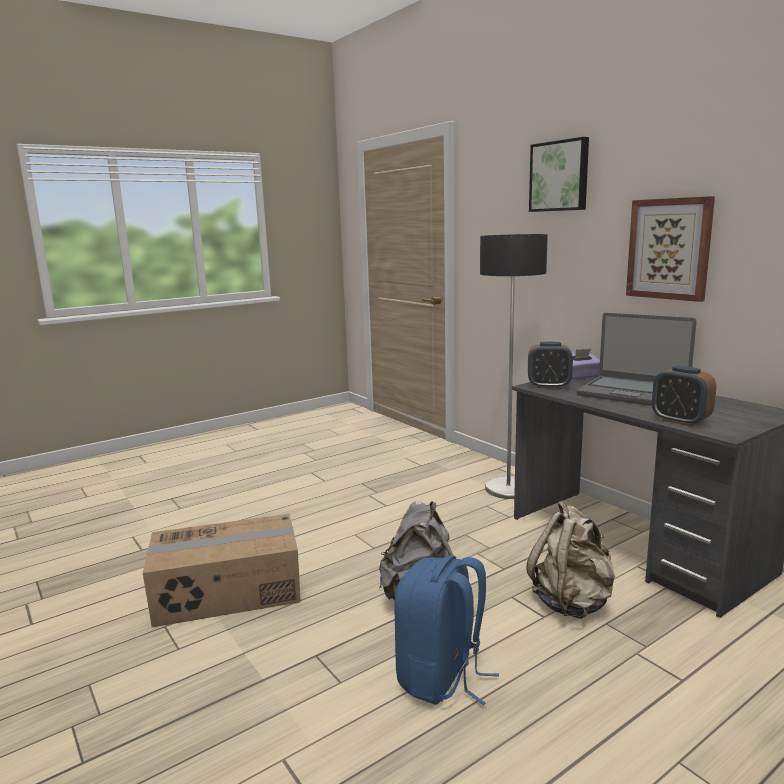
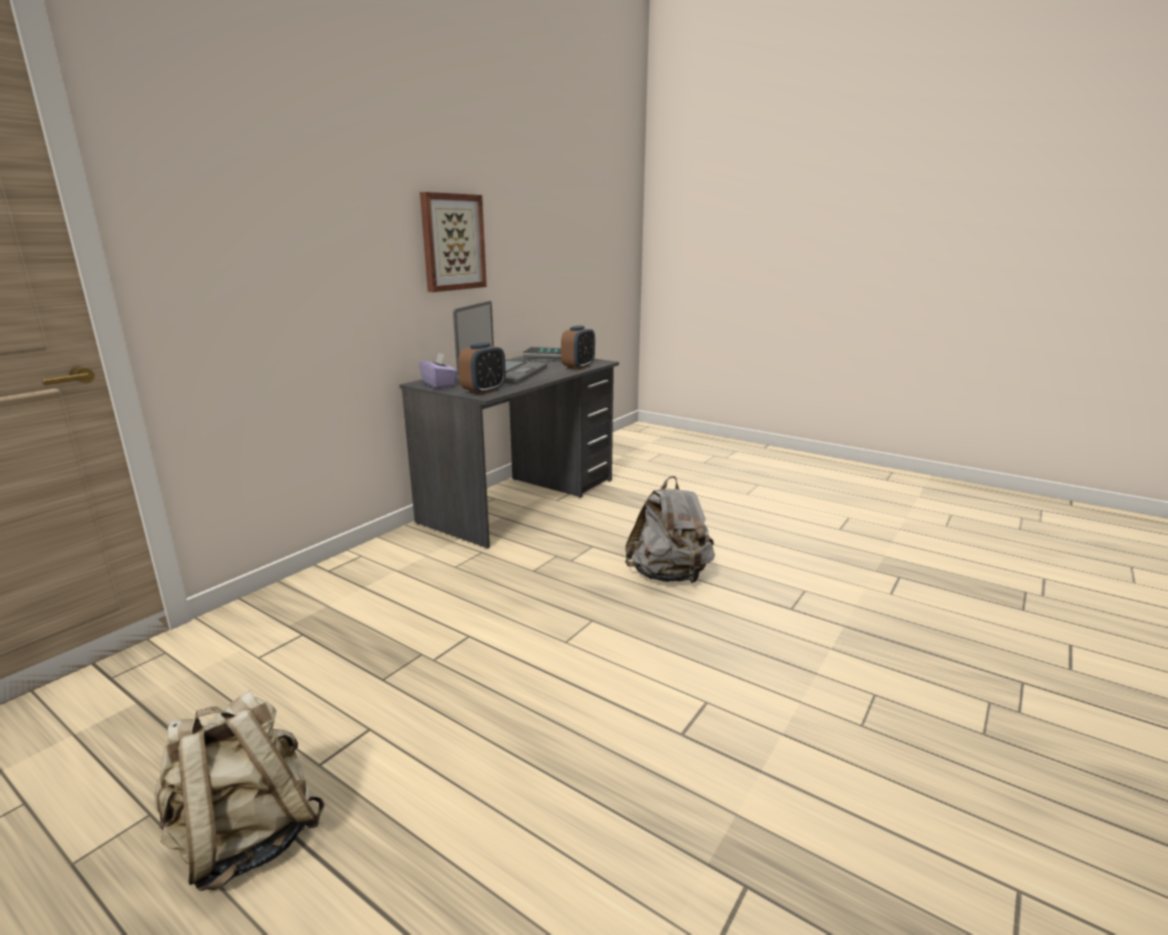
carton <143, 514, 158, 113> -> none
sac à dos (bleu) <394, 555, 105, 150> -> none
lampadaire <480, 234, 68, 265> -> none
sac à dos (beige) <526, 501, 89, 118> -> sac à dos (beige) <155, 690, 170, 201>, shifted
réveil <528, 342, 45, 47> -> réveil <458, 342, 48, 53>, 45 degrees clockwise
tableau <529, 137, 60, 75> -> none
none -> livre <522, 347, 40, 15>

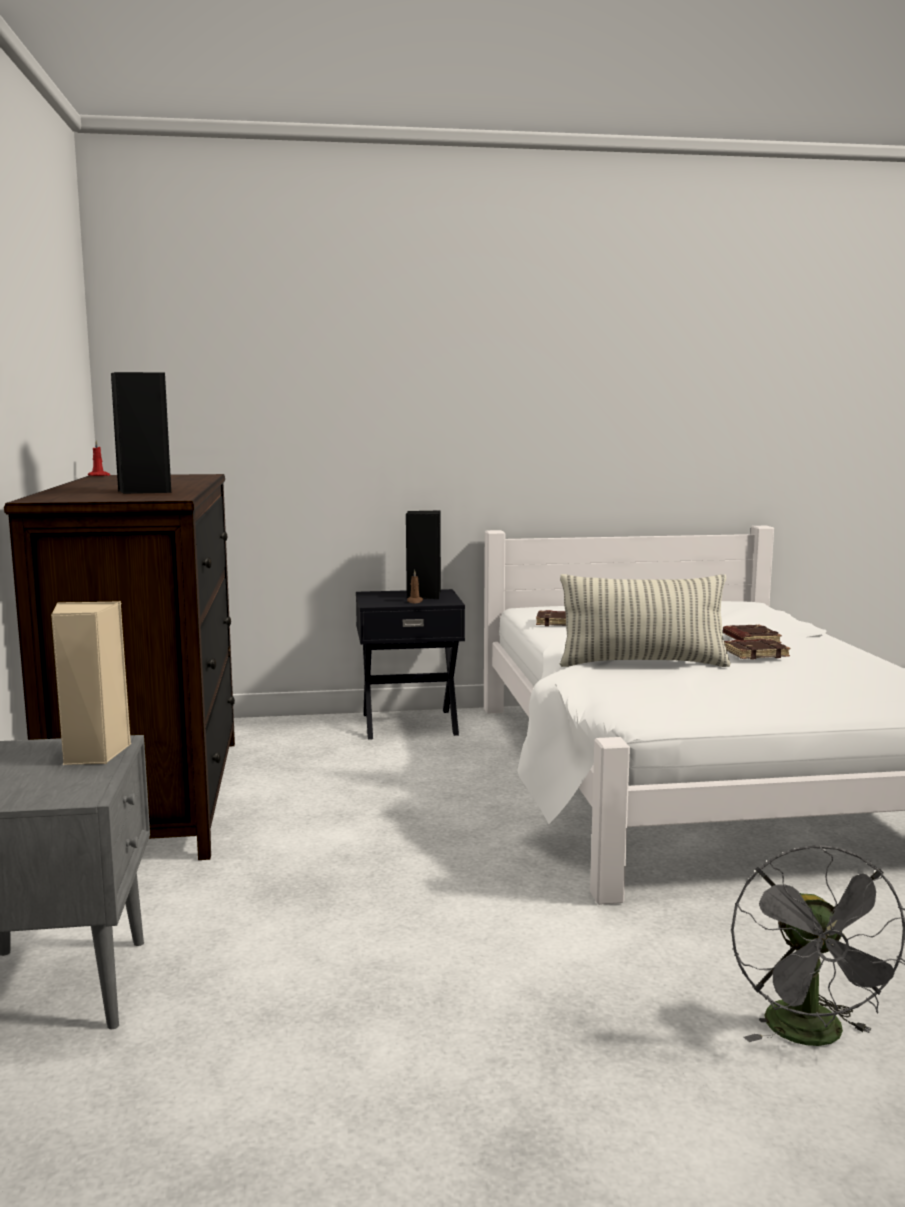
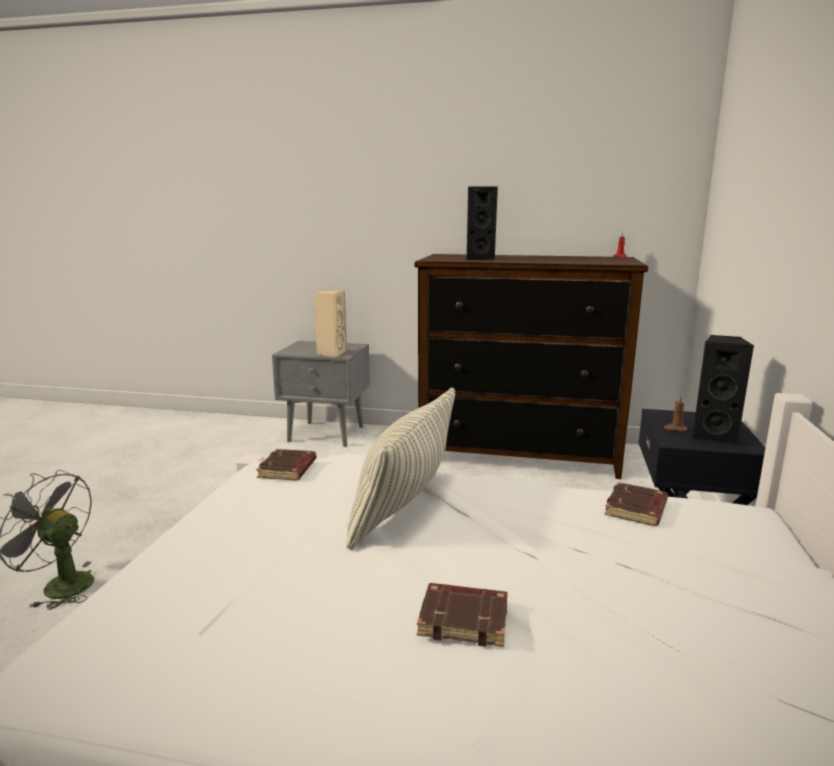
livre (marron) <724, 639, 66, 21> -> livre (marron) <256, 449, 60, 31>, shifted

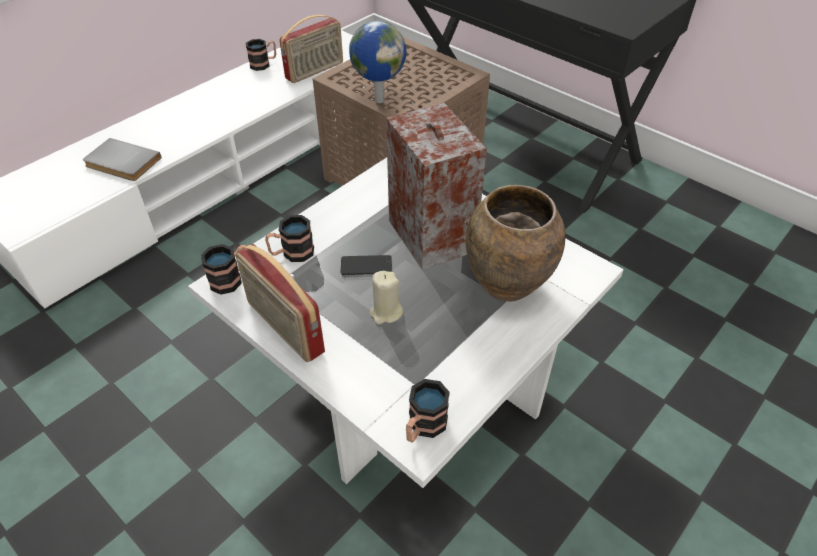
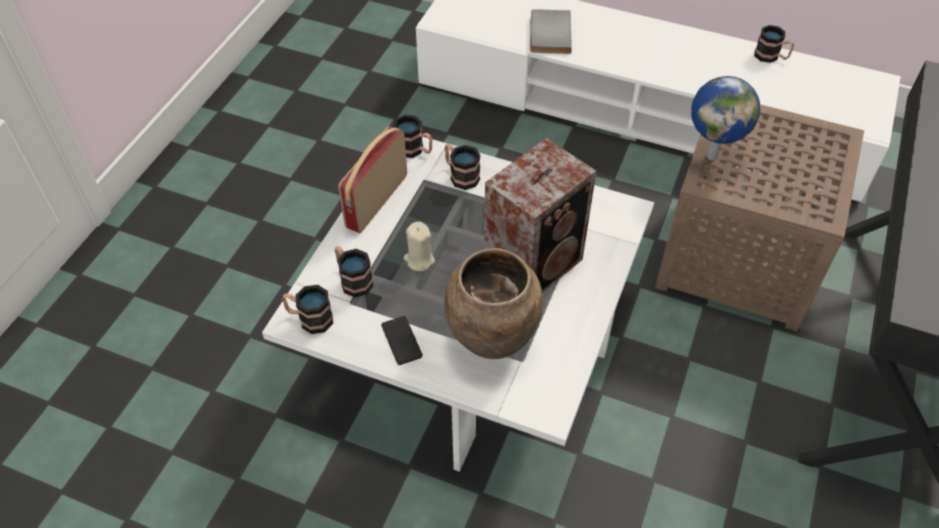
radio <279, 15, 64, 68> -> none
téléphone <341, 255, 51, 20> -> téléphone <381, 316, 42, 49>, shifted
none -> mug <335, 246, 39, 52>

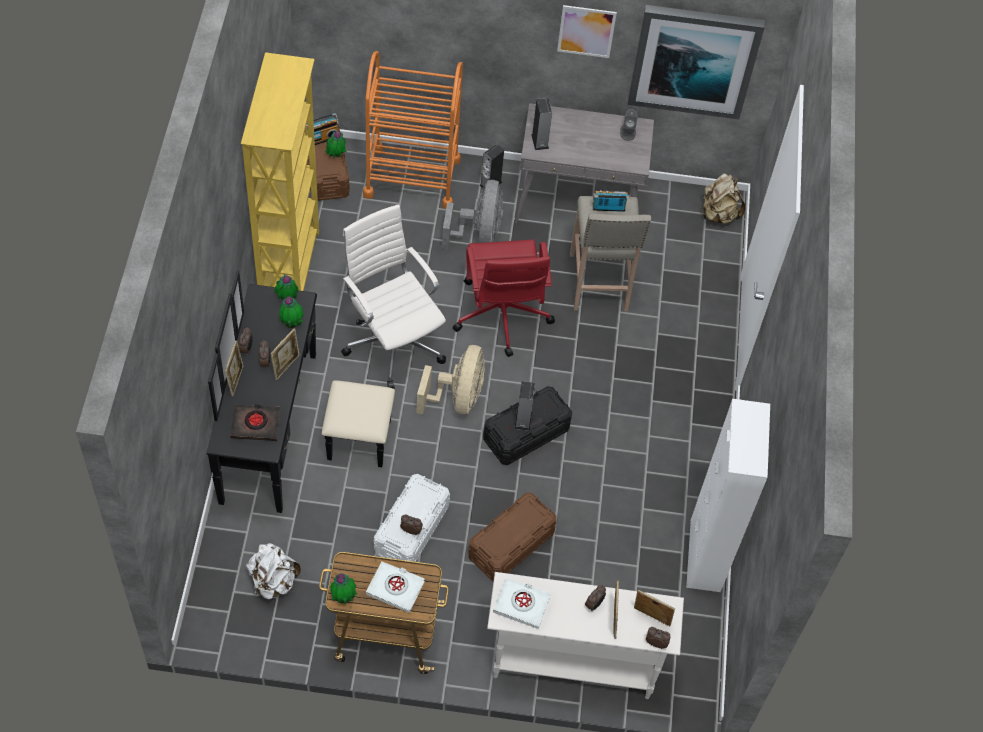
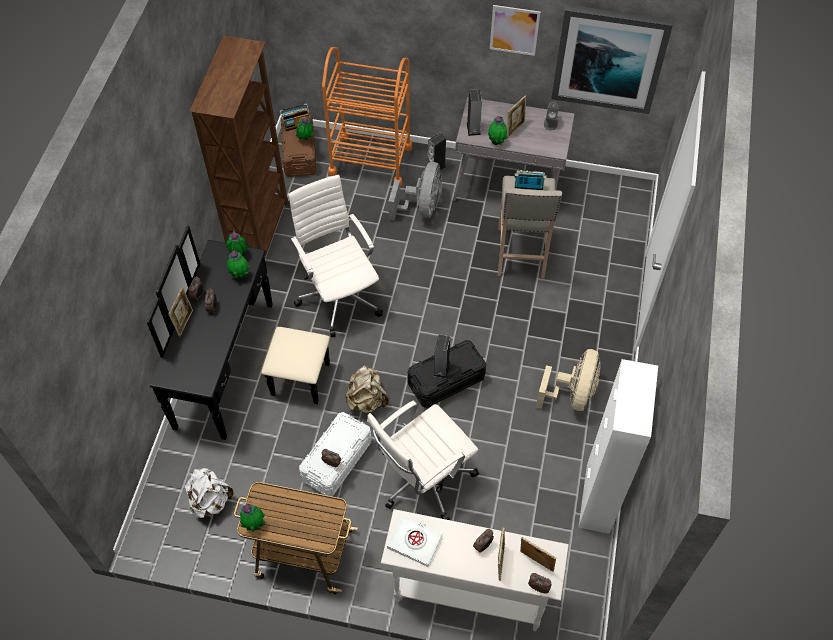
livre (noir) <231, 404, 49, 37> -> none
bibliothèque (jaune) <241, 52, 78, 239> -> bibliothèque (marron) <189, 36, 99, 222>
cadre photo <271, 328, 29, 52> -> cadre photo <507, 95, 19, 43>, shifted
livre (blanc) <366, 561, 59, 52> -> none
ventilateur (beige) <416, 345, 69, 69> -> ventilateur (beige) <536, 349, 64, 62>, shifted
chaise de bureau (rouge) <453, 239, 102, 118> -> none
boîte de rangement (marron) <468, 492, 89, 90> -> chaise de bureau (blanc) <367, 400, 112, 120>
sac à dos (beige) <701, 173, 45, 51> -> sac à dos (beige) <346, 365, 42, 49>, shifted
none -> plante en pot <488, 116, 19, 29>

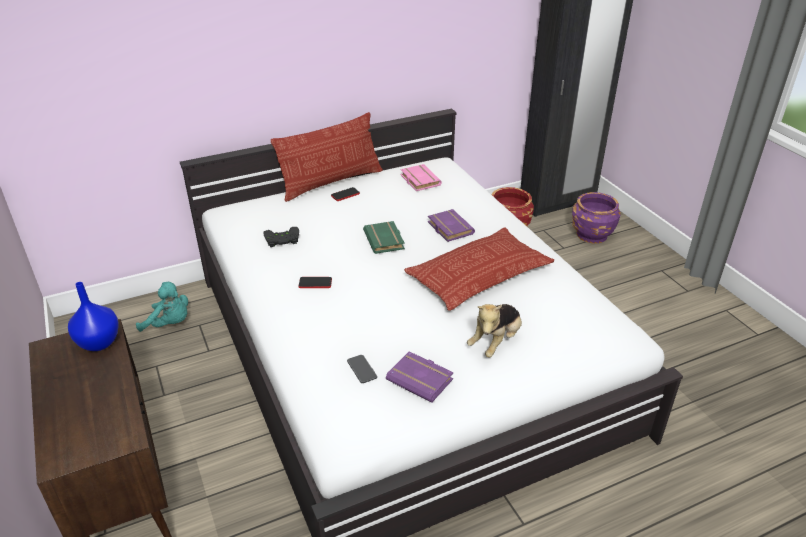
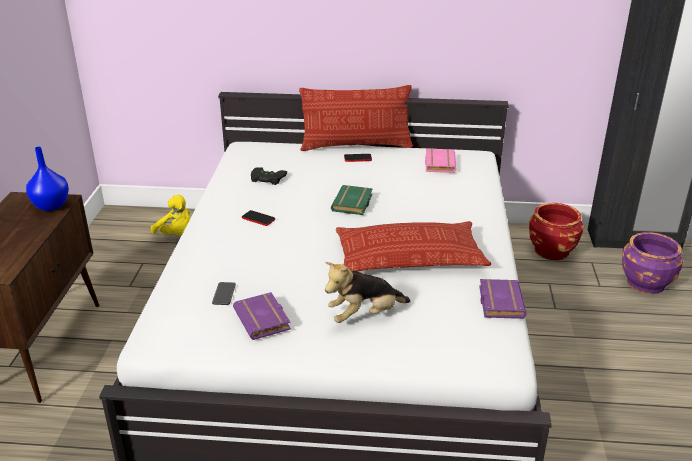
peluche (turquoise) <136, 282, 52, 50> -> peluche (jaune) <151, 195, 40, 40>
livre (violet) <428, 209, 47, 33> -> livre (violet) <479, 279, 48, 40>, shifted

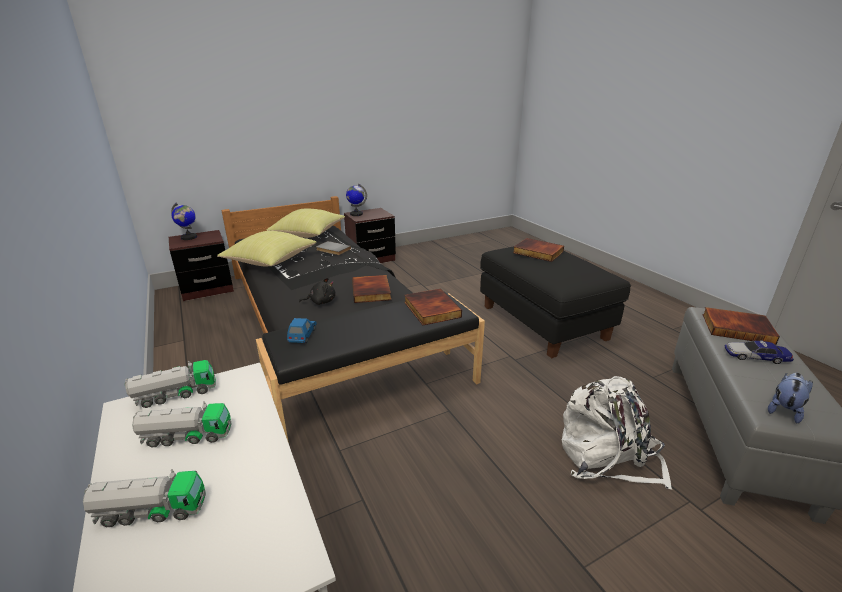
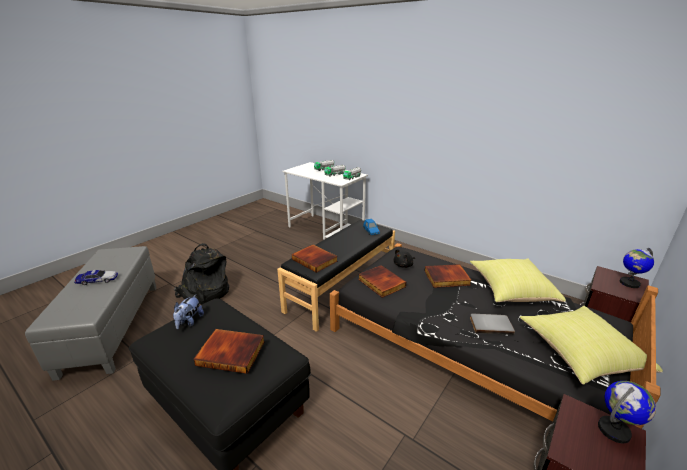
sac à dos (blanc) <561, 376, 111, 114> -> sac à dos (noir) <174, 243, 55, 61>
livre <702, 307, 78, 38> -> livre <425, 264, 46, 24>, shifted
peluche <768, 373, 45, 50> -> peluche <173, 294, 31, 36>, shifted

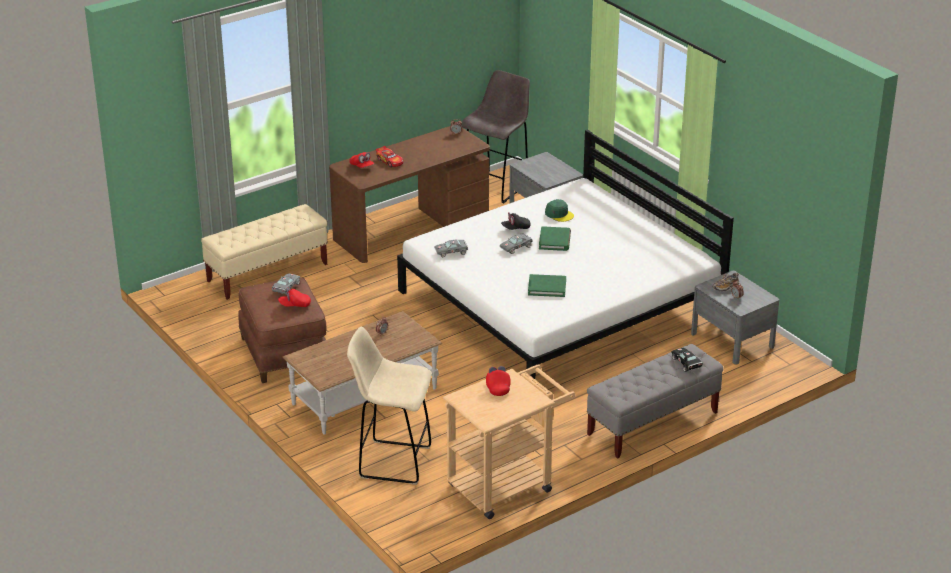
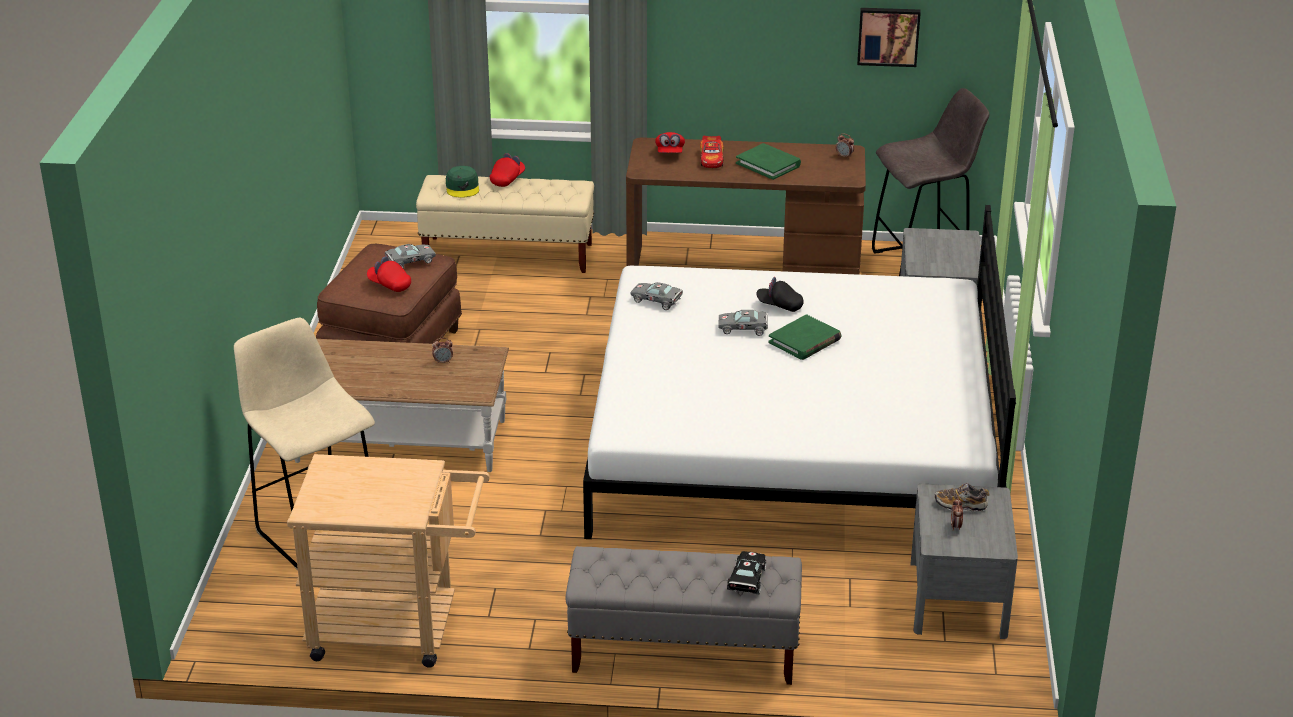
casquette (rouge) <486, 366, 25, 30> -> casquette (rouge) <490, 153, 35, 34>, shifted
livre (vert) <528, 274, 38, 23> -> livre (vert) <736, 143, 65, 37>, shifted
casquette (vert) <545, 199, 29, 23> -> casquette (vert) <446, 166, 33, 32>, shifted
none -> tableau <857, 8, 64, 59>

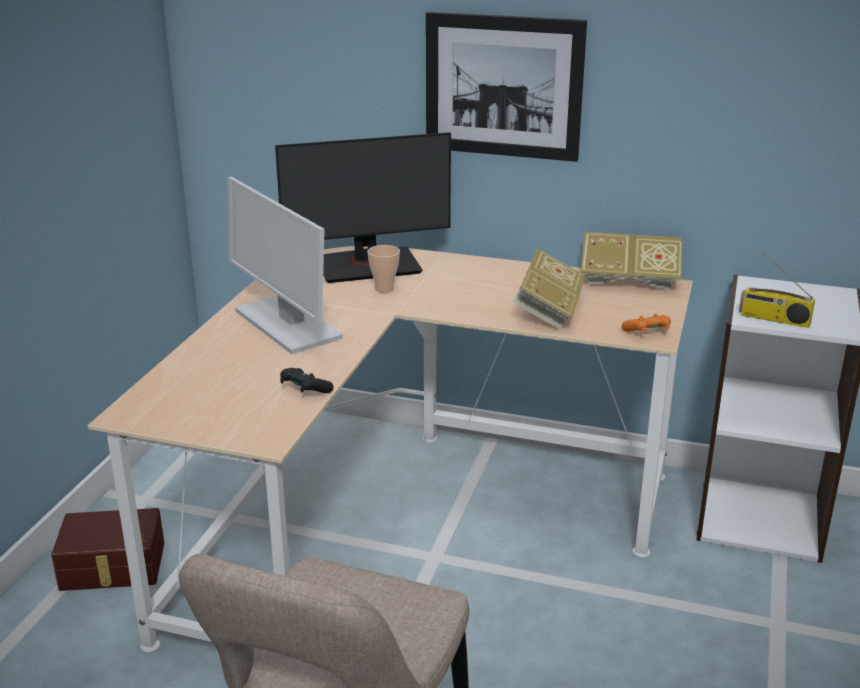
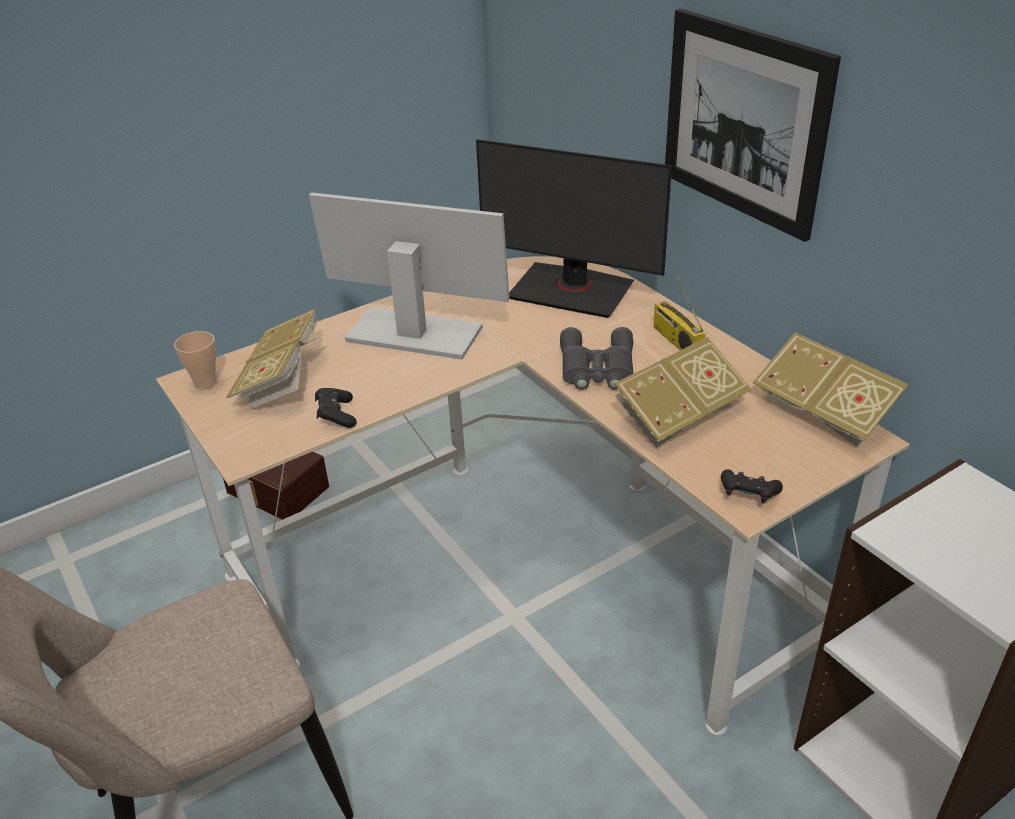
écran d'ordinateur <227, 177, 116, 177> -> écran d'ordinateur <309, 192, 201, 168>, 105 degrees clockwise
tasse <367, 245, 33, 48> -> tasse <174, 331, 43, 58>, shifted
manette (orange) <622, 314, 49, 19> -> manette (noir) <721, 469, 62, 34>
radio <739, 252, 76, 76> -> radio <653, 268, 53, 82>, shifted
none -> livre <226, 308, 98, 102>
none -> jumelles (gris) <560, 327, 73, 63>

